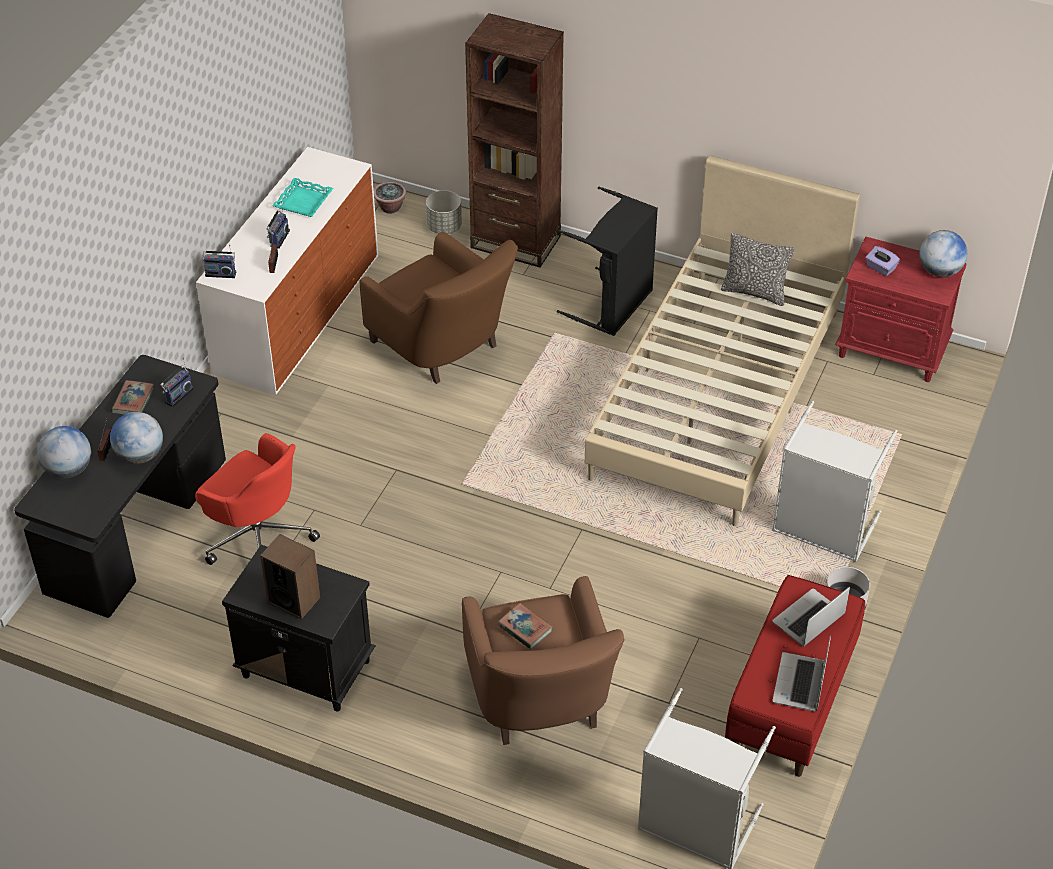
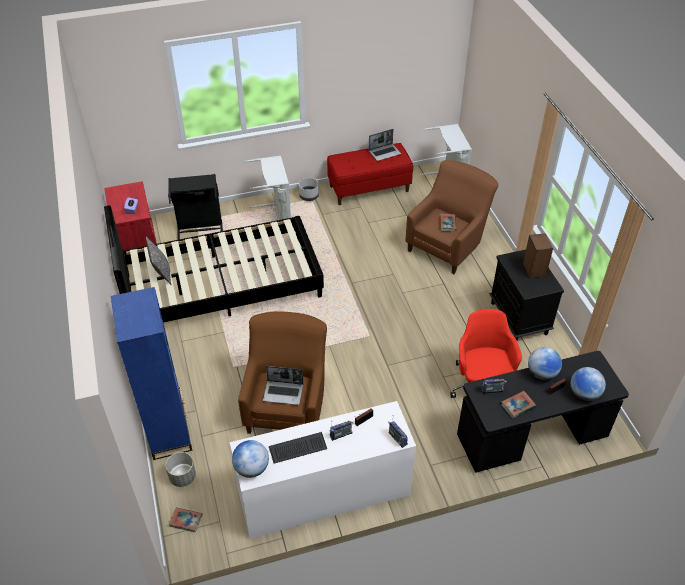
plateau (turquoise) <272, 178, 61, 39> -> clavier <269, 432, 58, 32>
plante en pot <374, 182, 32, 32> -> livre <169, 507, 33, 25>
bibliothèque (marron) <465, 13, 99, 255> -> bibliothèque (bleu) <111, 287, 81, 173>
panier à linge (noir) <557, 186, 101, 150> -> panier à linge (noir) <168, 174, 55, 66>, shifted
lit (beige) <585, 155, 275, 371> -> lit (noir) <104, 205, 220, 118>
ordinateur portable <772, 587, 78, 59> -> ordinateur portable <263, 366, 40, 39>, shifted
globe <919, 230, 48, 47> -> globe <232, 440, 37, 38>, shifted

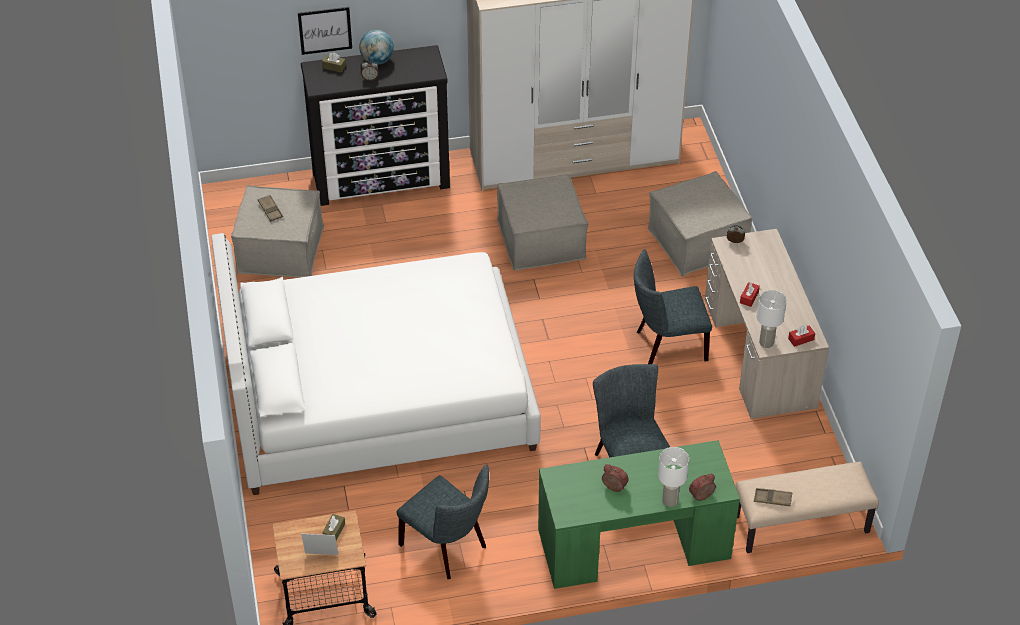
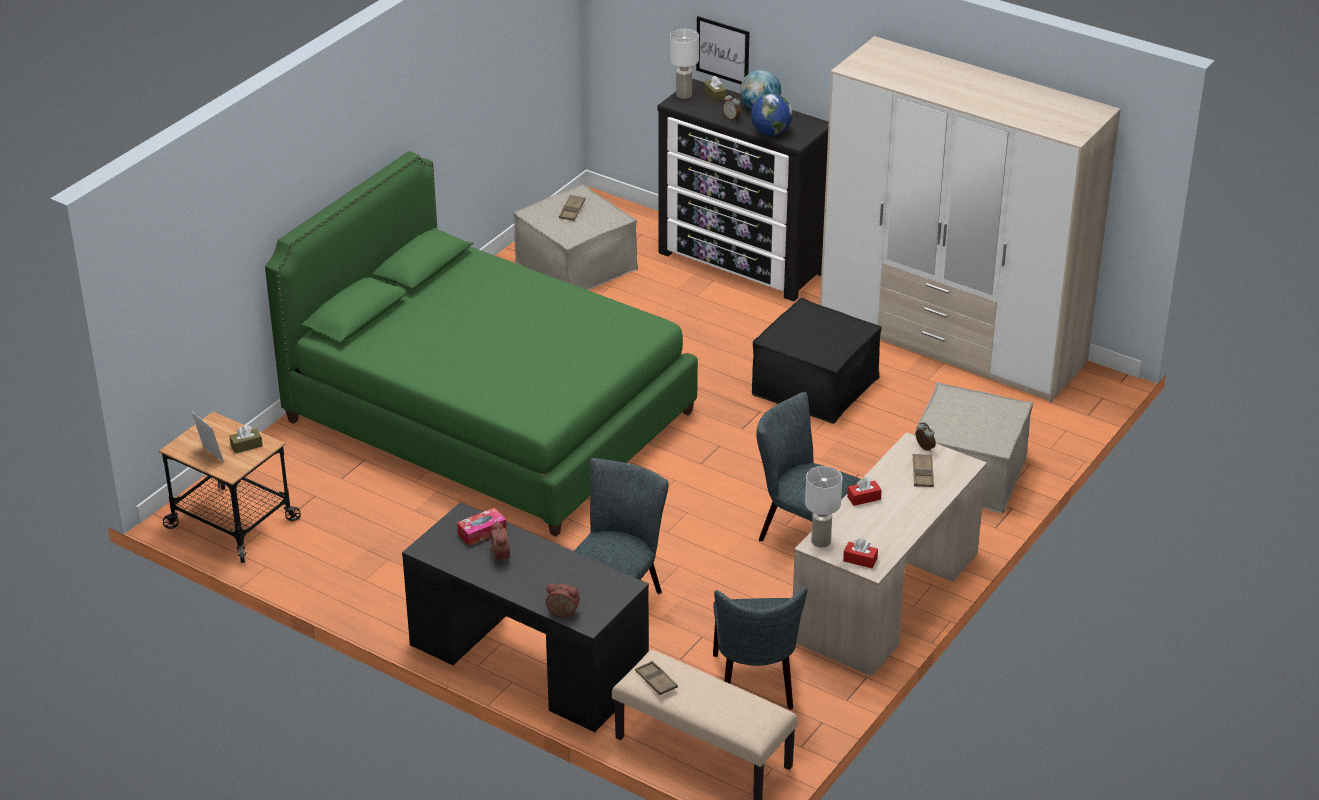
lit (blanc) <211, 233, 330, 262> -> lit (vert) <265, 152, 433, 385>
chaise (gris) <396, 464, 93, 115> -> chaise (gris) <713, 587, 95, 123>, shifted
pouf (beige) <497, 174, 91, 97> -> pouf (noir) <752, 298, 130, 126>
bureau (vert) <538, 440, 202, 149> -> bureau (noir) <402, 502, 247, 230>
lampe de table (blanc) <658, 447, 31, 60> -> lampe de table (blanc) <670, 29, 29, 70>, shifted
none -> boîte à mouchoirs <457, 507, 50, 39>
none -> globe <751, 94, 42, 42>
none -> plateau (marron) <913, 454, 21, 33>

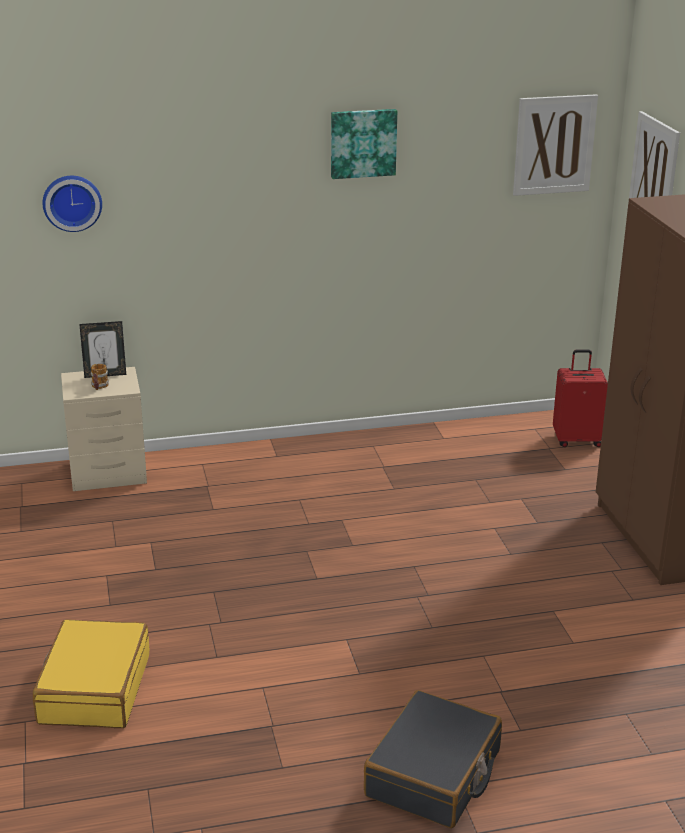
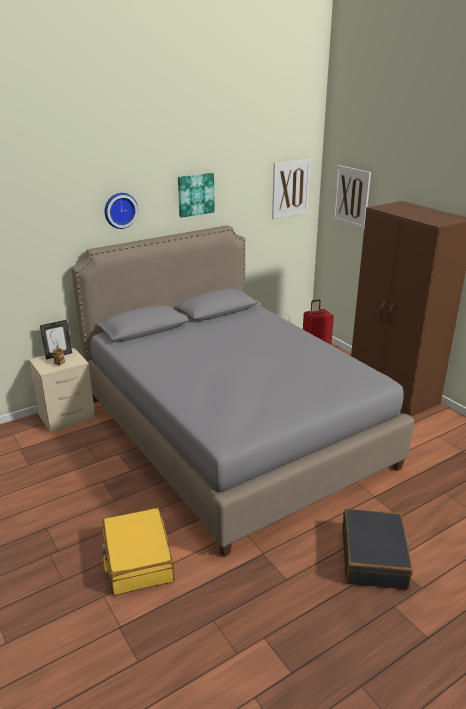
horloge murale <43, 176, 59, 56> -> horloge murale <105, 193, 33, 36>, shifted
none -> lit (gris) <71, 225, 343, 332>

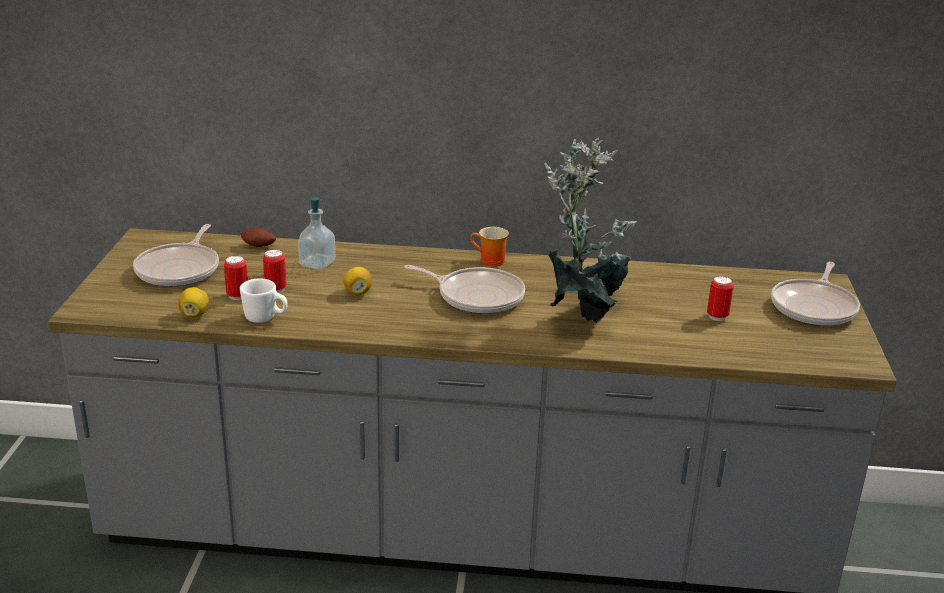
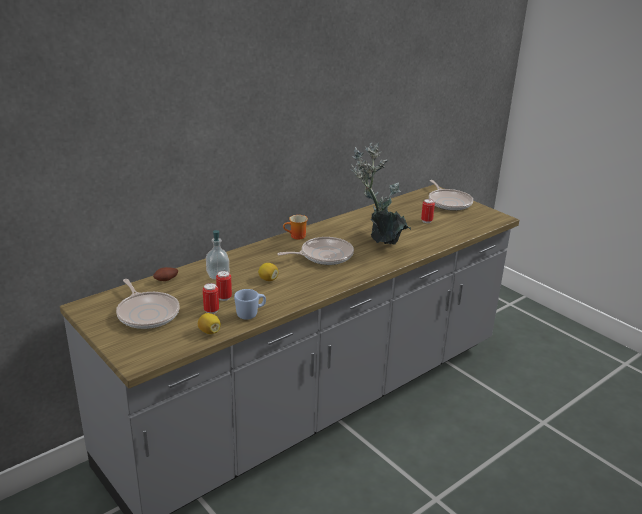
mug (blanc) <240, 279, 48, 44> -> mug (bleu) <234, 289, 32, 31>

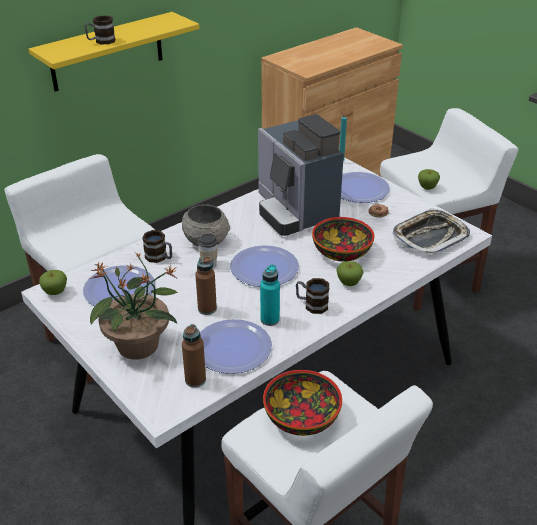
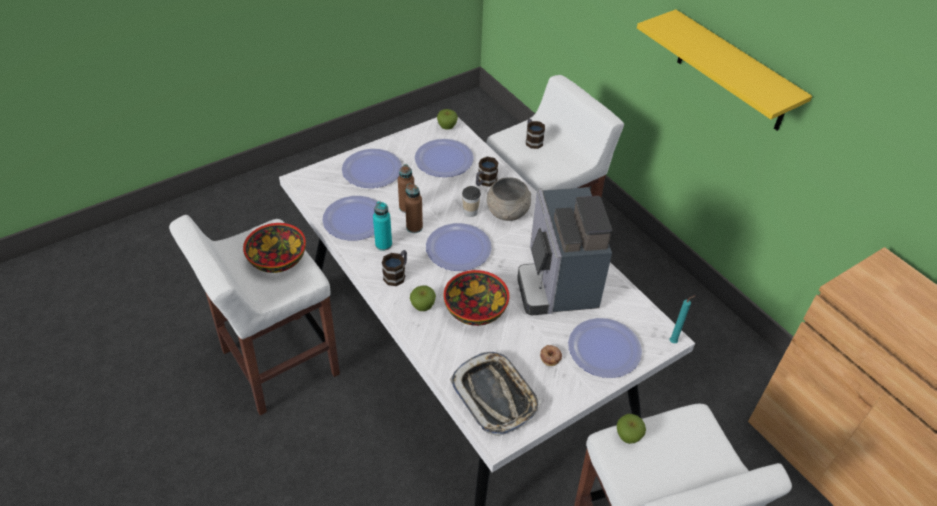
mug <85, 16, 30, 28> -> mug <526, 119, 19, 30>, shifted
plante en pot <90, 252, 88, 108> -> assiette <342, 149, 60, 39>
bouteille (marron) <182, 324, 24, 64> -> bouteille (marron) <405, 183, 18, 50>, shifted
machine à café <258, 114, 86, 122> -> machine à café <517, 187, 96, 128>, 75 degrees counterclockwise

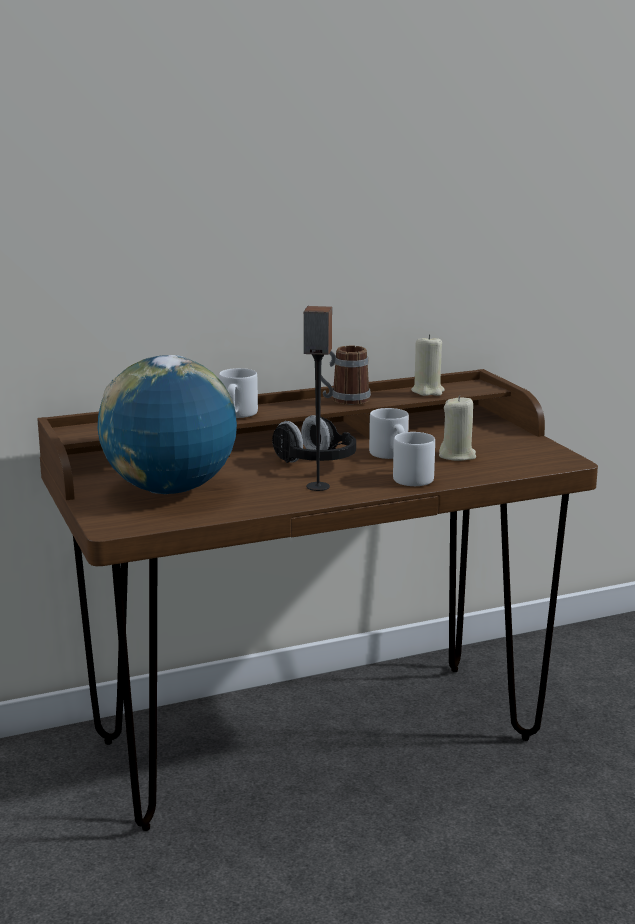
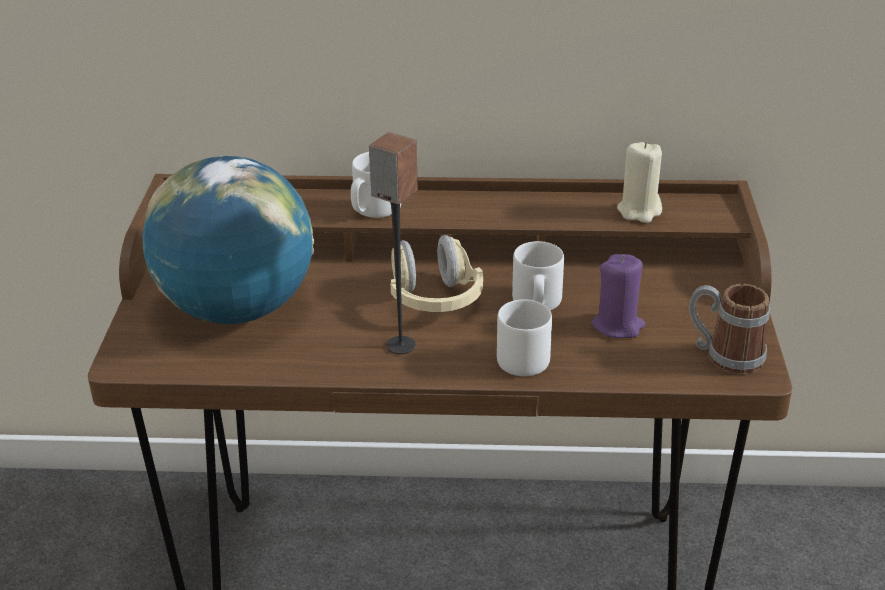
casque audio (noir) <272, 415, 84, 48> -> casque audio (beige) <391, 235, 92, 77>
mug <321, 346, 50, 59> -> mug <689, 284, 81, 90>, shifted
bougie (beige) <439, 395, 37, 66> -> bougie (violet) <591, 254, 54, 84>

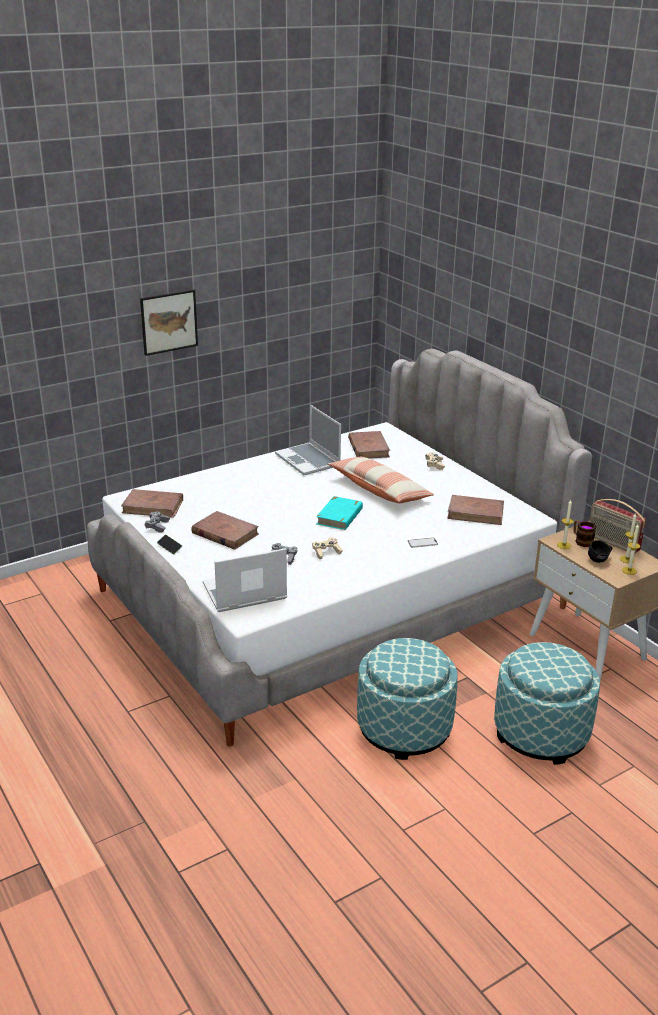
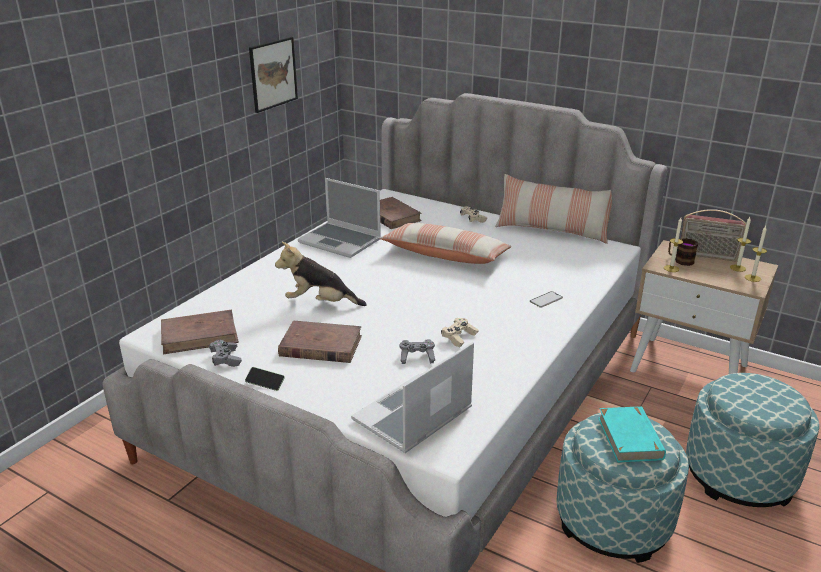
tableau <140, 290, 58, 66> -> tableau <249, 37, 49, 76>, shifted
livre (turquoise) <316, 496, 47, 34> -> livre (turquoise) <598, 406, 68, 56>, shifted
livre (marron) <447, 495, 57, 30> -> none
mug (noir) <588, 540, 24, 23> -> none
none -> peluche <275, 242, 92, 64>
none -> coussin <495, 174, 117, 70>

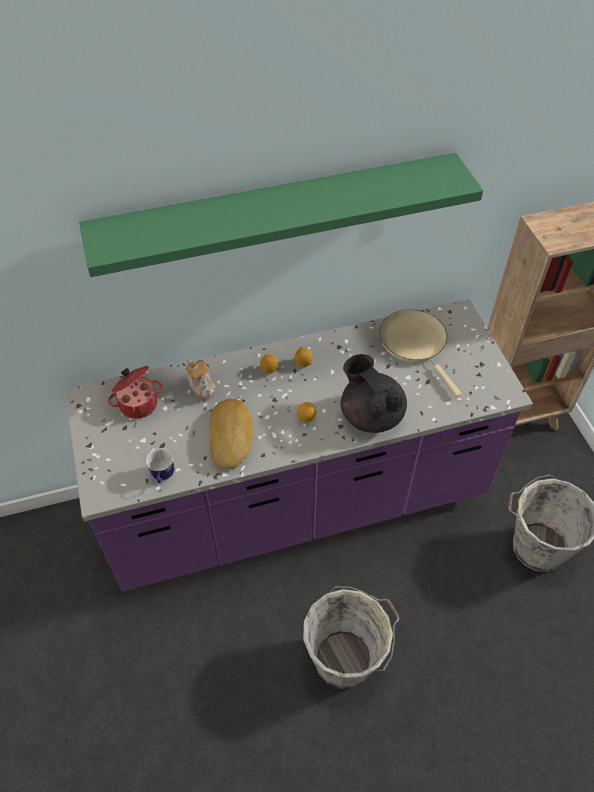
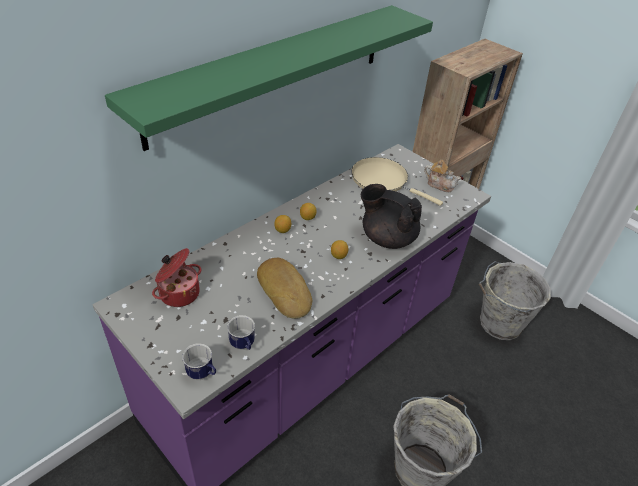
théière <185, 359, 31, 42> -> théière <424, 160, 37, 32>, shifted
none -> mug <182, 343, 34, 37>

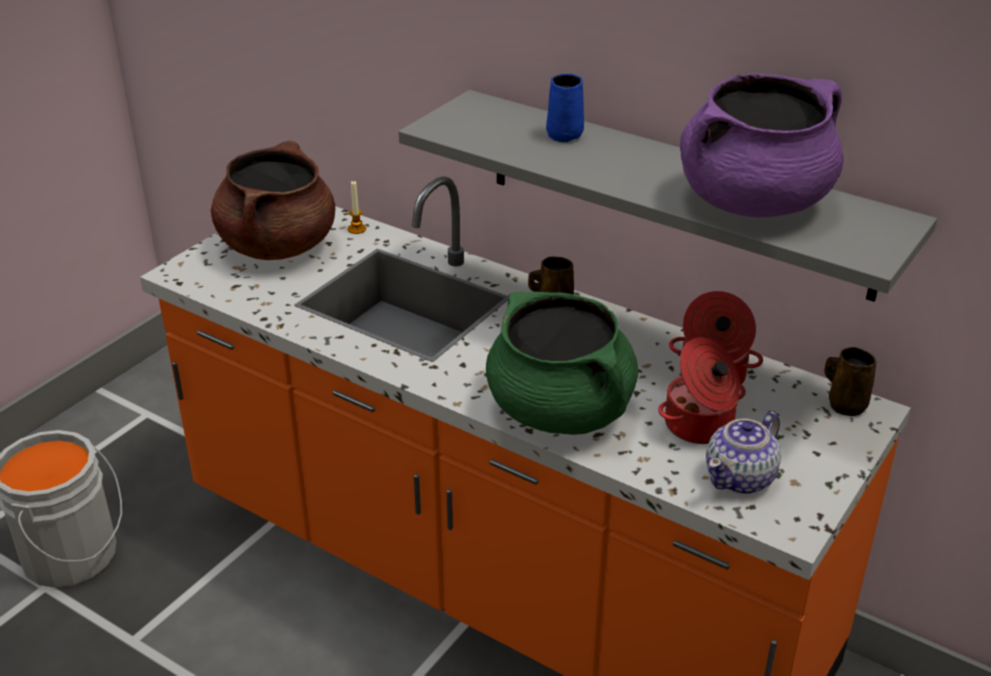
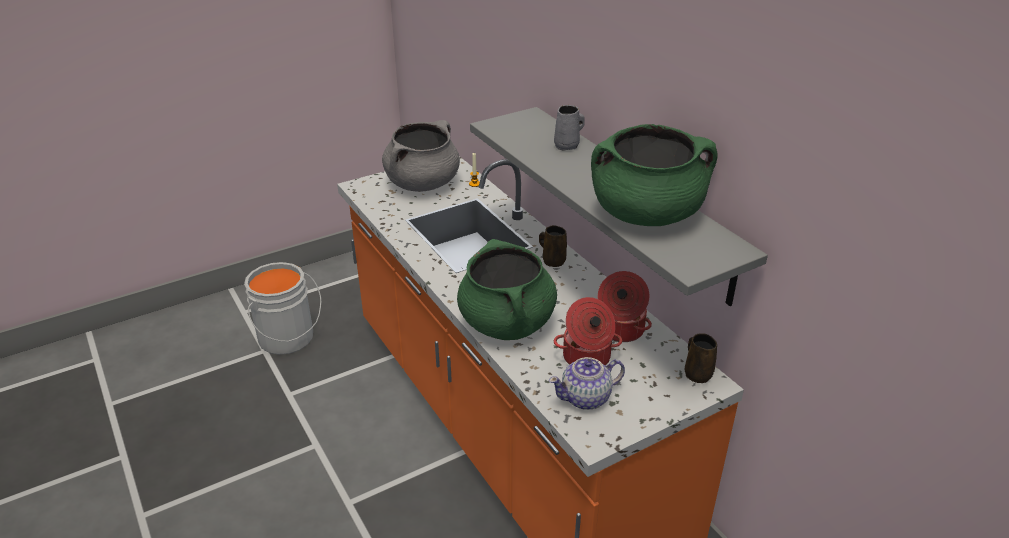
marmite (marron) <211, 140, 124, 120> -> marmite (gris) <382, 120, 78, 71>
mug (bleu) <546, 74, 38, 68> -> mug (gris) <554, 105, 31, 46>
marmite (violet) <680, 73, 163, 144> -> marmite (vert) <591, 124, 127, 102>

